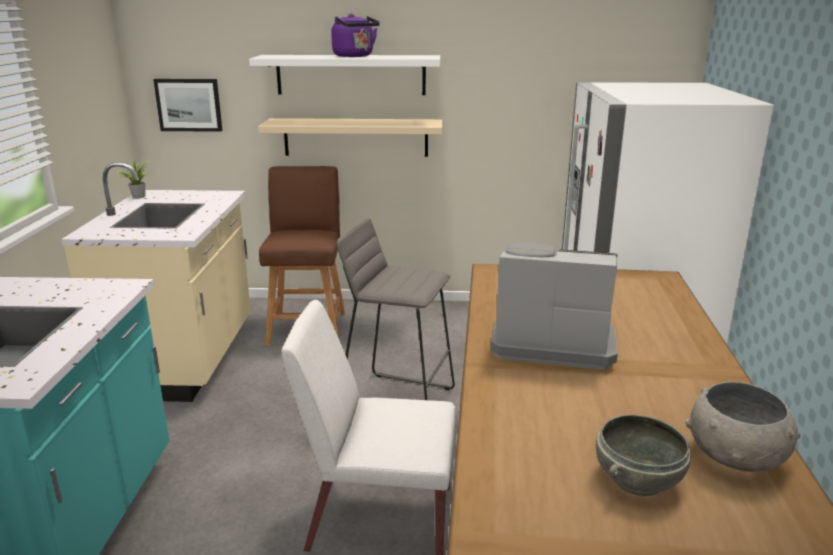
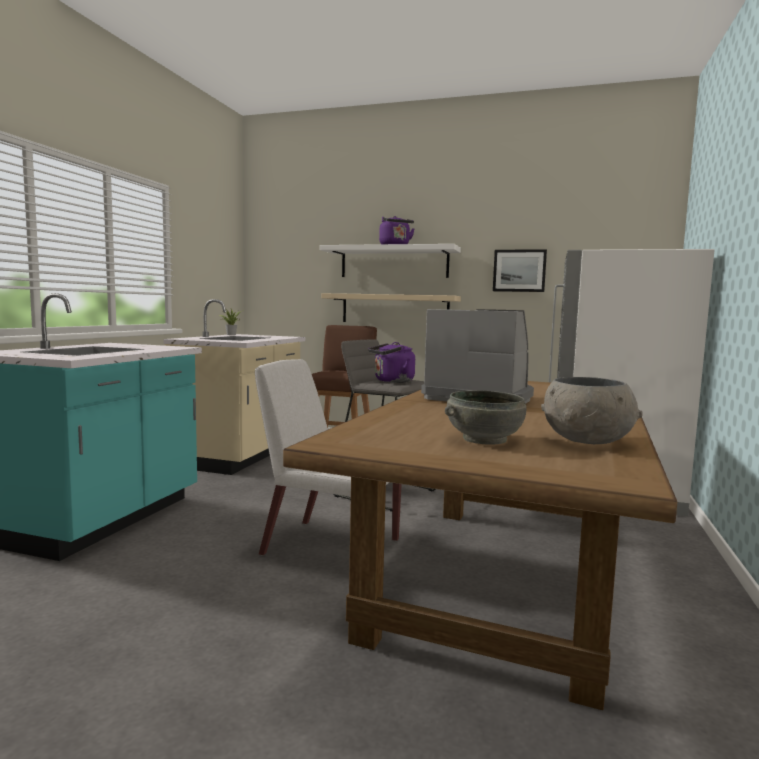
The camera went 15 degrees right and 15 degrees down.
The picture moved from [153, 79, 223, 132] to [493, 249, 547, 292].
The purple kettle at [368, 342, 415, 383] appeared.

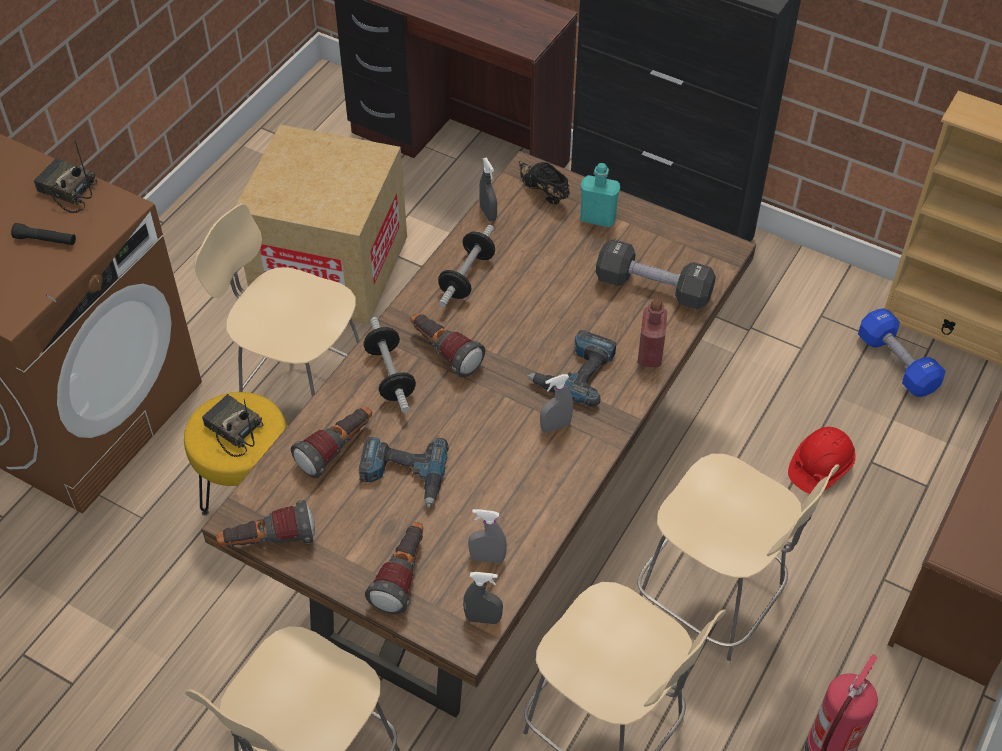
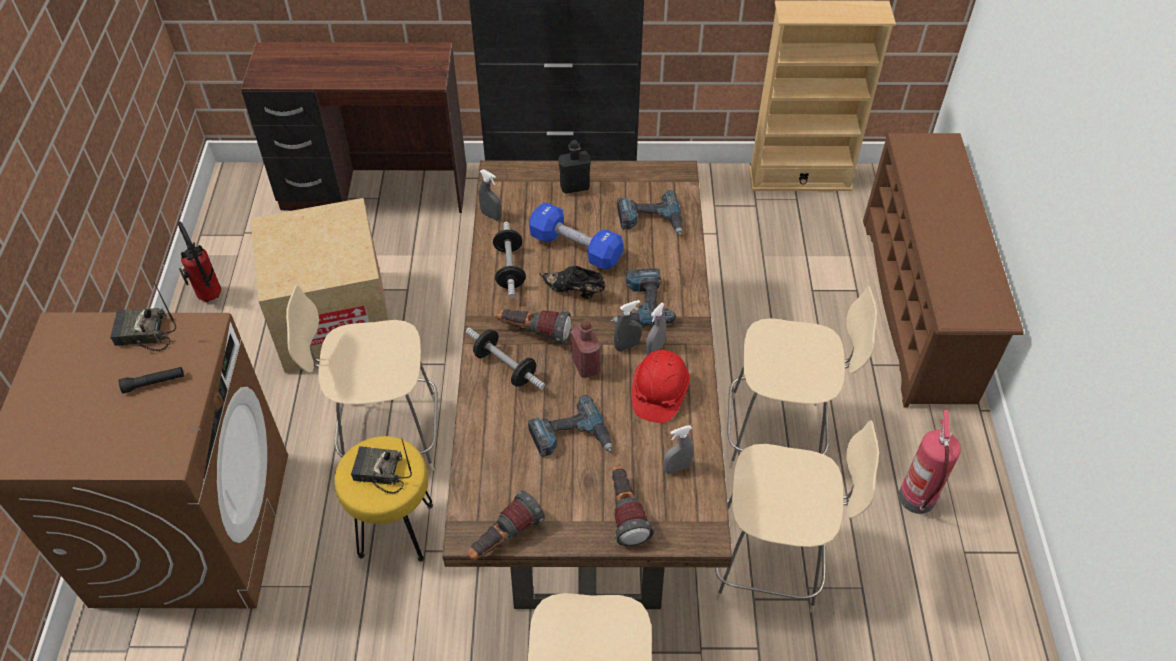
The camera went 30 degrees left and 0 degrees up.
The flashlight at [291, 406, 372, 478] disappeared.
The grey spray bottle moved from [463, 572, 503, 624] to [614, 300, 642, 351].
The black shoe moved from [519, 160, 570, 204] to [539, 266, 605, 299].
The turquoise bottle at [580, 163, 620, 227] became the black bottle at [558, 140, 591, 194].
The black dumbbell at [596, 239, 716, 309] was replaced by the power drill at [617, 190, 683, 235].
The red bottle moved from [638, 299, 668, 368] to [571, 319, 601, 378].
The red hard hat moved from [788, 427, 856, 494] to [632, 350, 690, 423].
The blue dumbbell moved from [858, 308, 945, 397] to [529, 203, 623, 269].
The fire extinguisher at [178, 221, 221, 302] appeared.

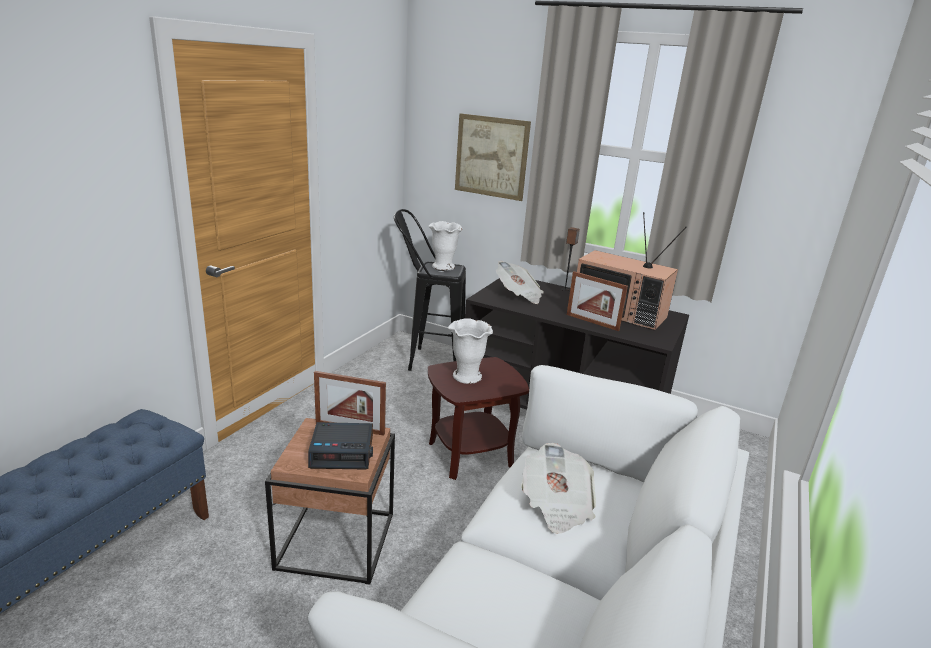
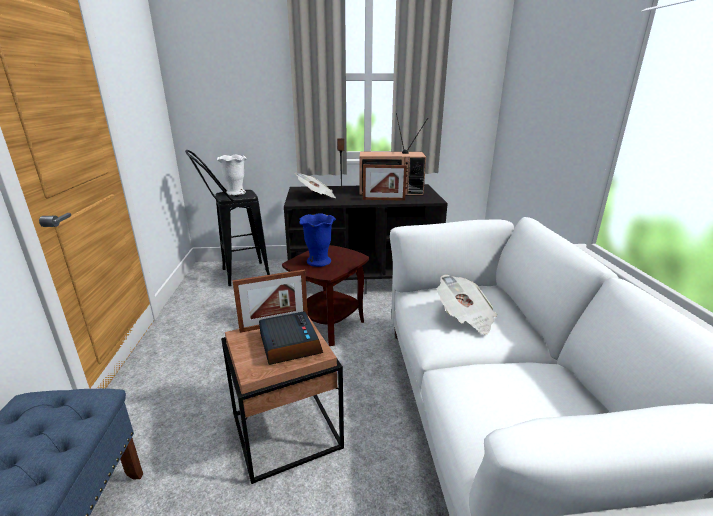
The camera went 30 degrees left and 0 degrees up.
The alarm clock at [308, 422, 373, 470] turned 75 degrees counterclockwise.
The white vase at [448, 318, 493, 384] became the blue vase at [299, 213, 336, 267].
The picture at [455, 113, 531, 201] disappeared.

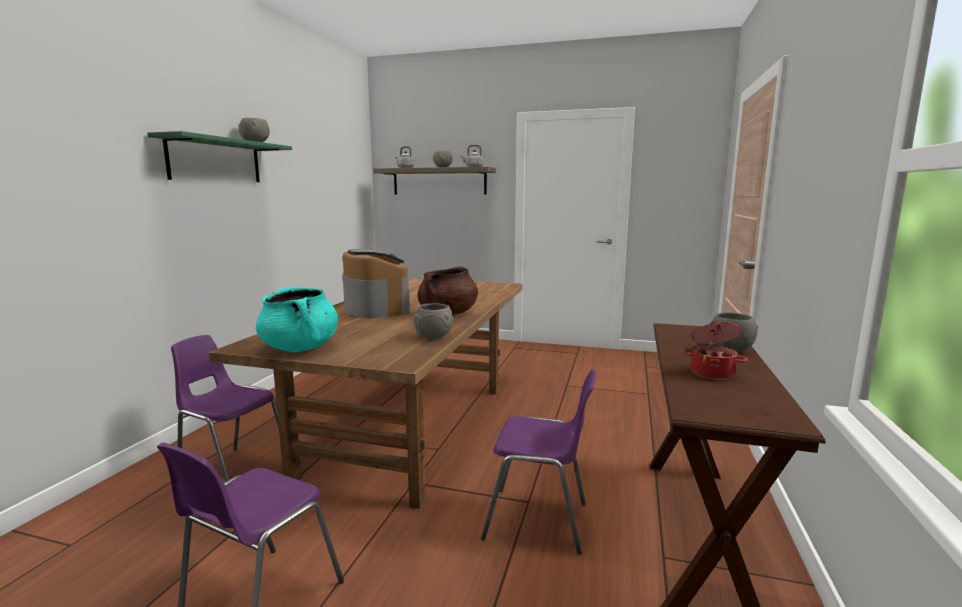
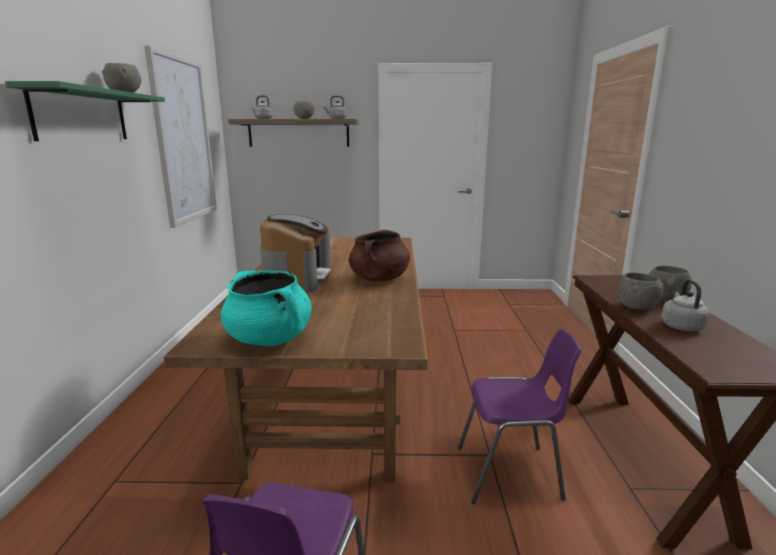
The camera went 15 degrees left and 5 degrees up.
The purple chair at [171, 335, 279, 482] disappeared.
The coffee machine at [343, 249, 410, 318] turned 45 degrees clockwise.
The grey bowl moved from [414, 303, 453, 339] to [617, 272, 664, 310].
The cooking pot at [682, 322, 748, 380] was replaced by the grey kettle at [661, 280, 709, 331].
The picture at [144, 45, 217, 228] appeared.

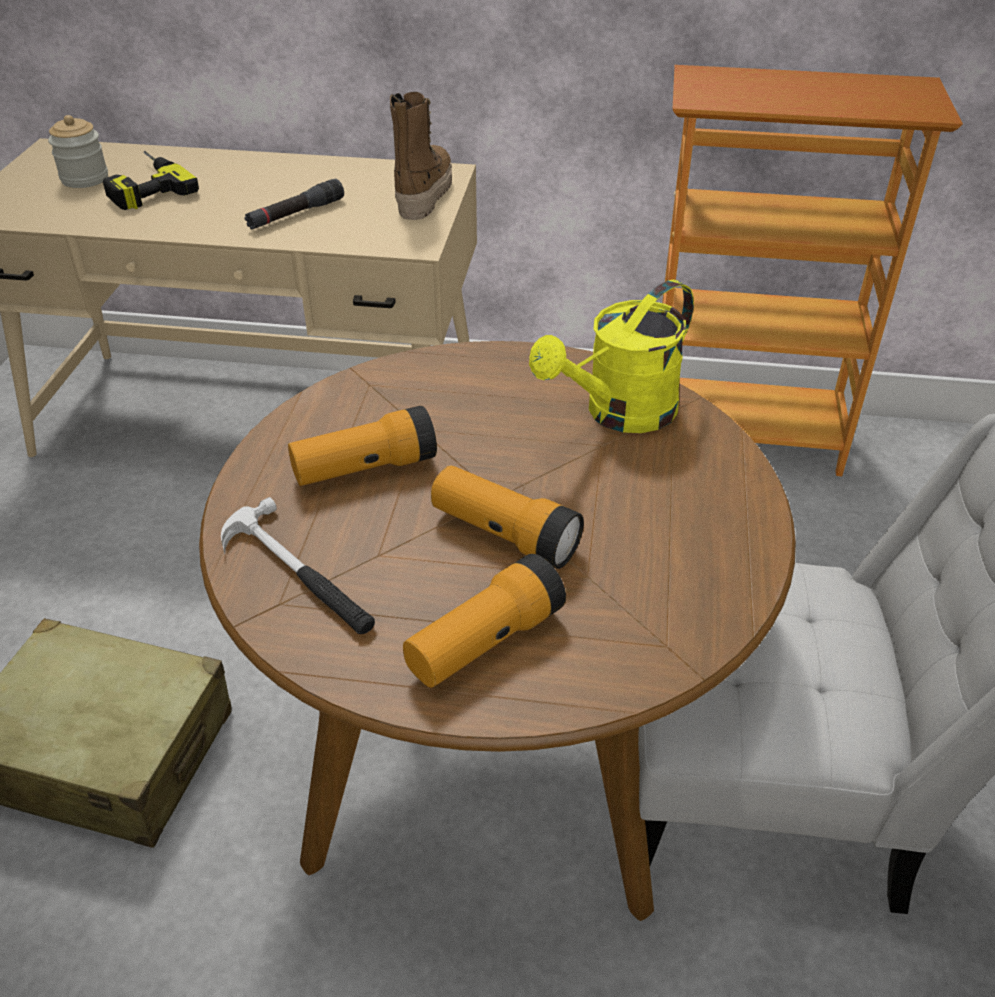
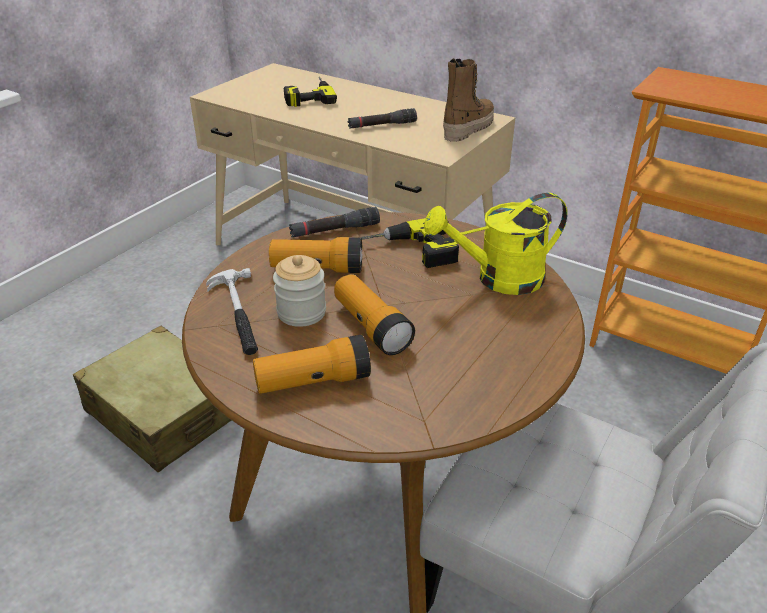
The camera went 25 degrees right and 5 degrees down.
The jar moved from [48, 115, 108, 188] to [273, 255, 326, 327].
The black flashlight at [289, 207, 380, 237] appeared.
The power drill at [358, 218, 459, 268] appeared.

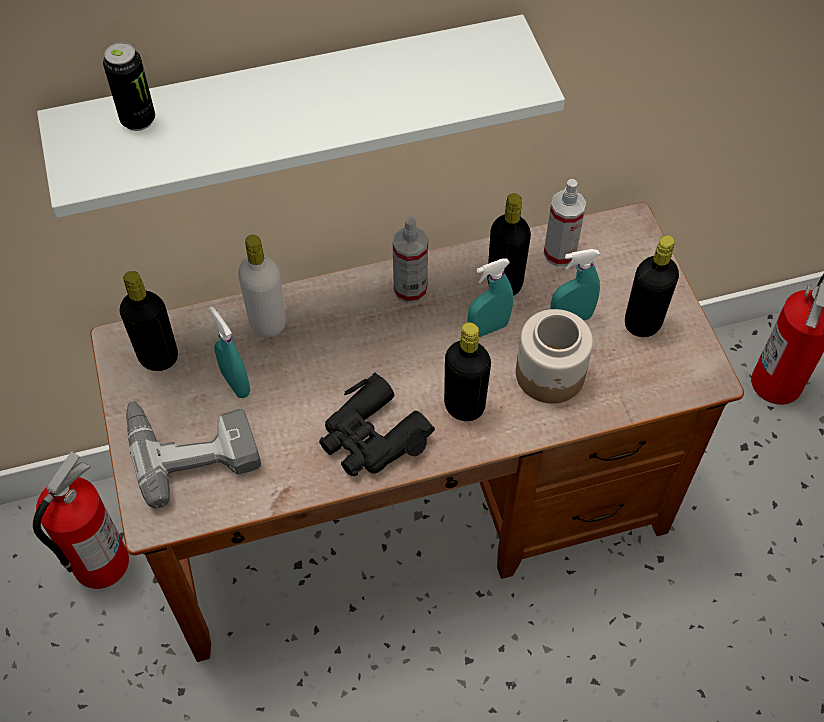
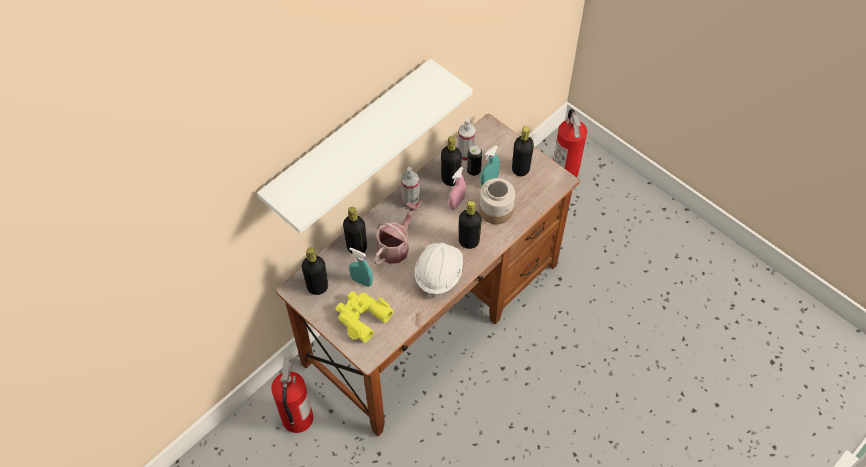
The camera went 30 degrees left and 0 degrees up.
The can moved from [103, 42, 155, 131] to [467, 146, 482, 176].
The power drill at [126, 400, 261, 508] was replaced by the yellow binoculars at [336, 291, 394, 343].
The white bottle at [238, 235, 286, 337] became the black bottle at [343, 207, 367, 255].
The black binoculars at [319, 372, 435, 476] was replaced by the white hard hat at [415, 243, 463, 298].
The turquoise spray bottle at [467, 258, 513, 337] became the pink spray bottle at [449, 167, 466, 210].
The watering can at [374, 202, 419, 265] appeared.

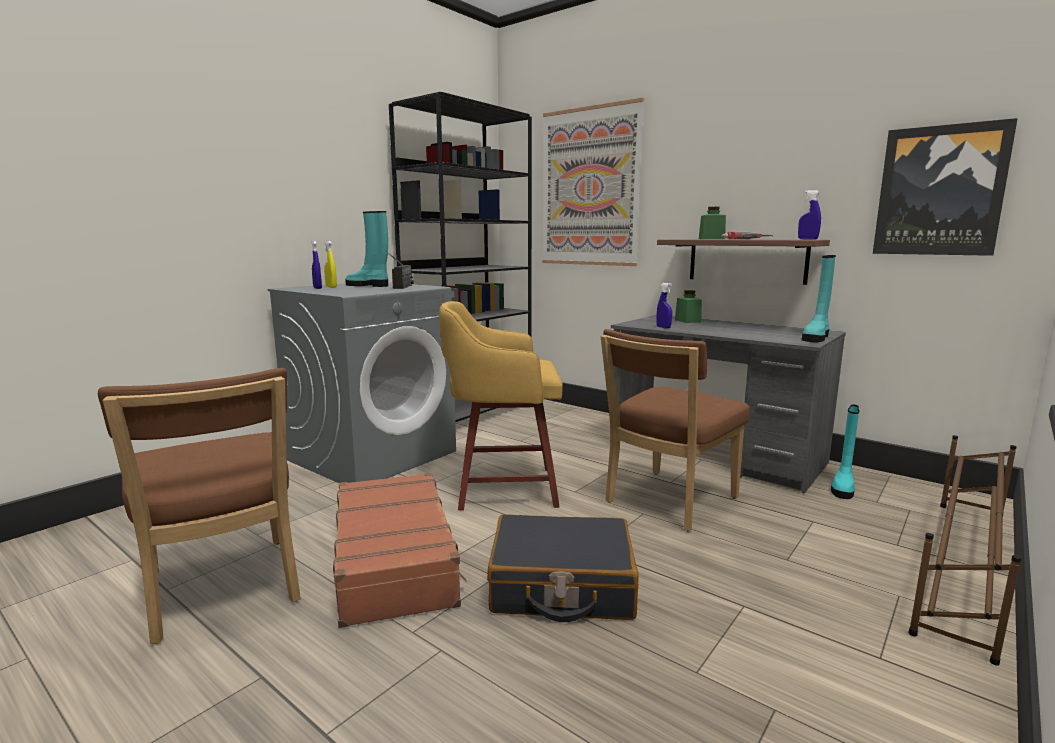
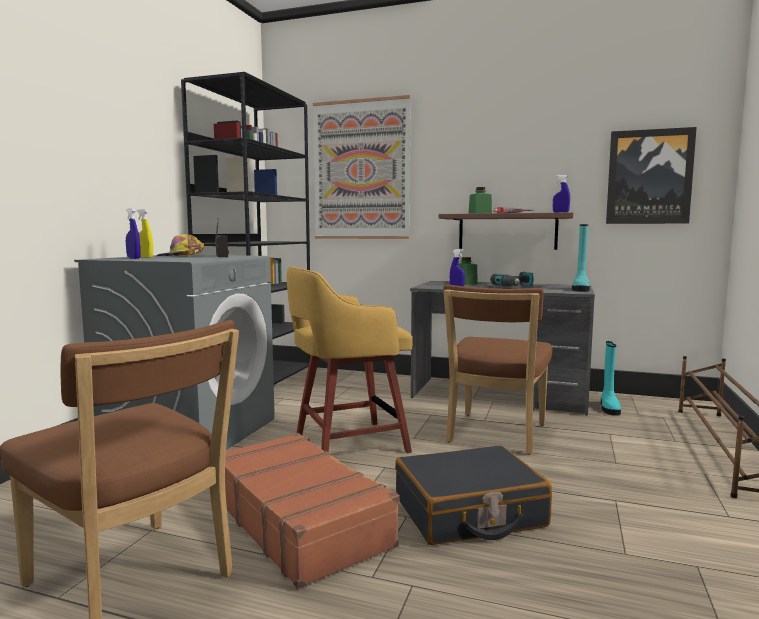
The camera went 20 degrees left and 5 degrees down.
The turquoise boot at [345, 211, 388, 287] was replaced by the cap at [156, 234, 204, 256].
The power drill at [490, 272, 534, 286] appeared.

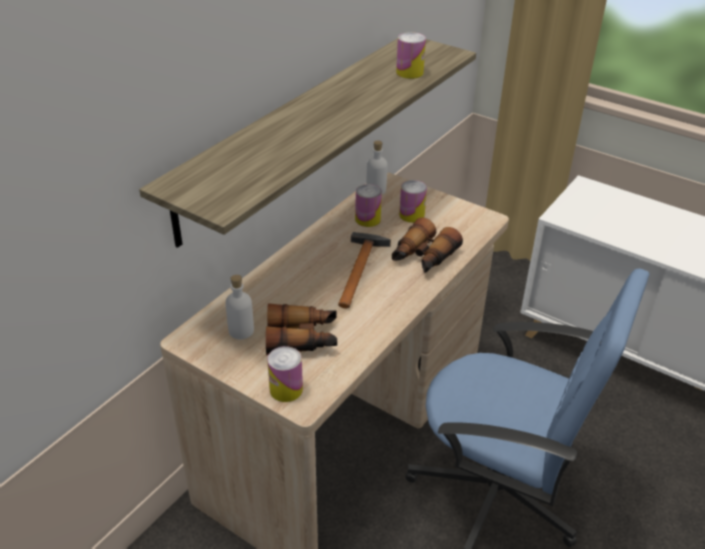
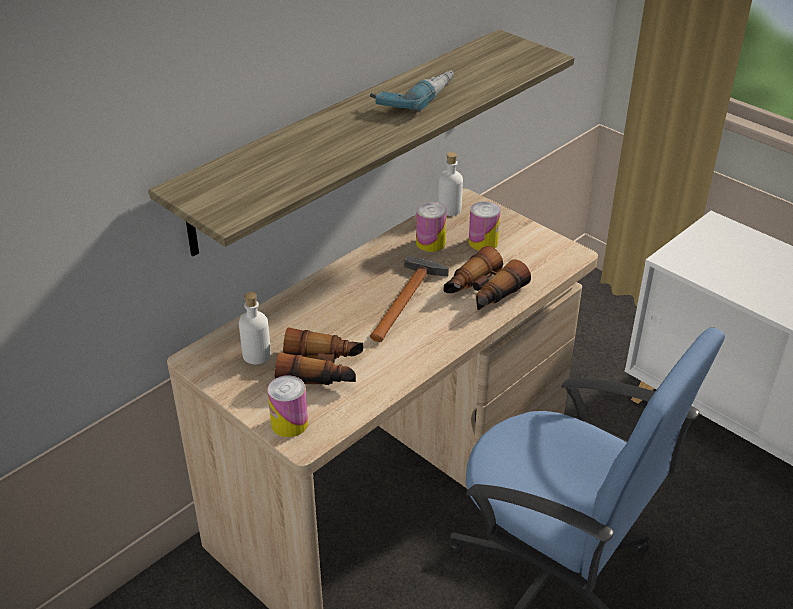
The camera went 10 degrees right and 0 degrees up.
The can at [396, 32, 426, 79] disappeared.
The power drill at [370, 70, 454, 111] appeared.

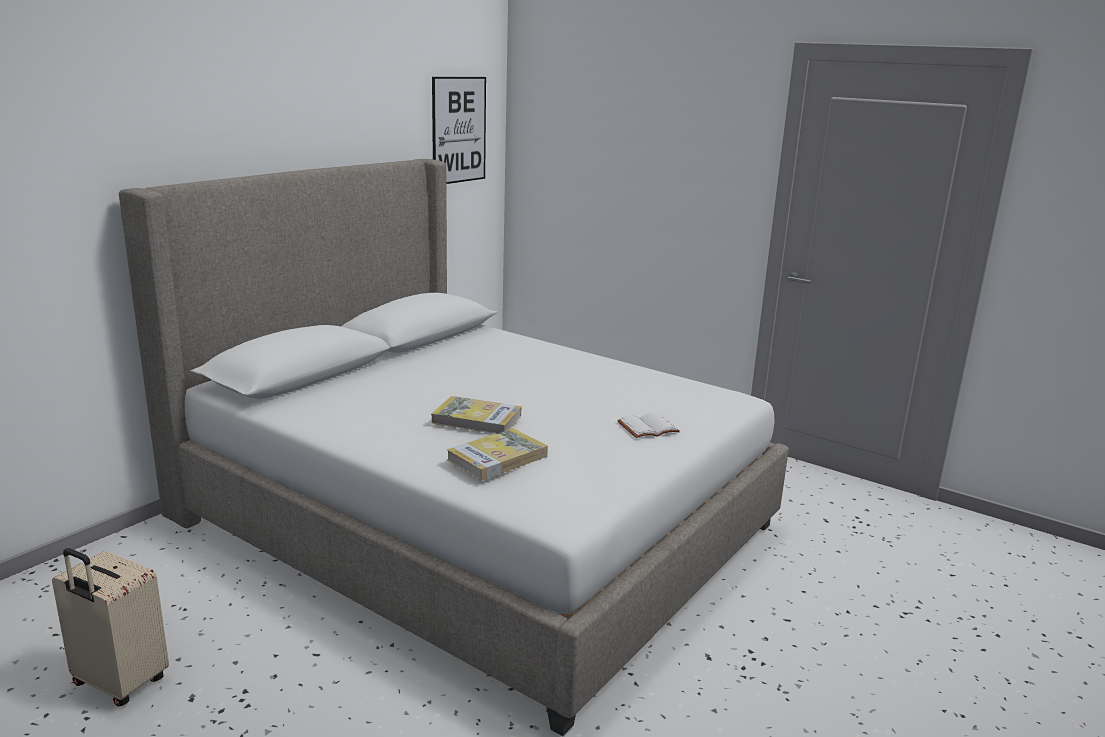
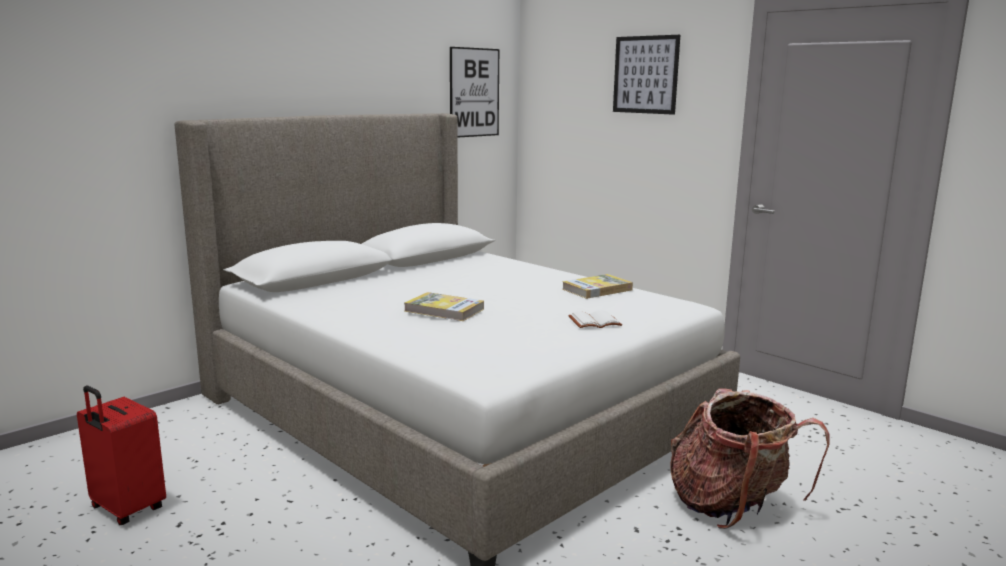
The camera went 10 degrees right and 5 degrees down.
The beige suitcase at [52, 548, 169, 706] became the red suitcase at [77, 386, 166, 525].
The book moved from [447, 428, 548, 481] to [562, 274, 633, 299].
The picture at [613, 35, 680, 115] appeared.
The backpack at [671, 389, 829, 529] appeared.

